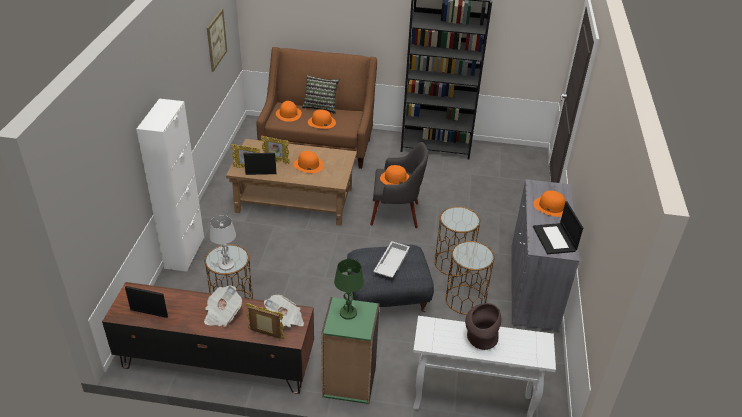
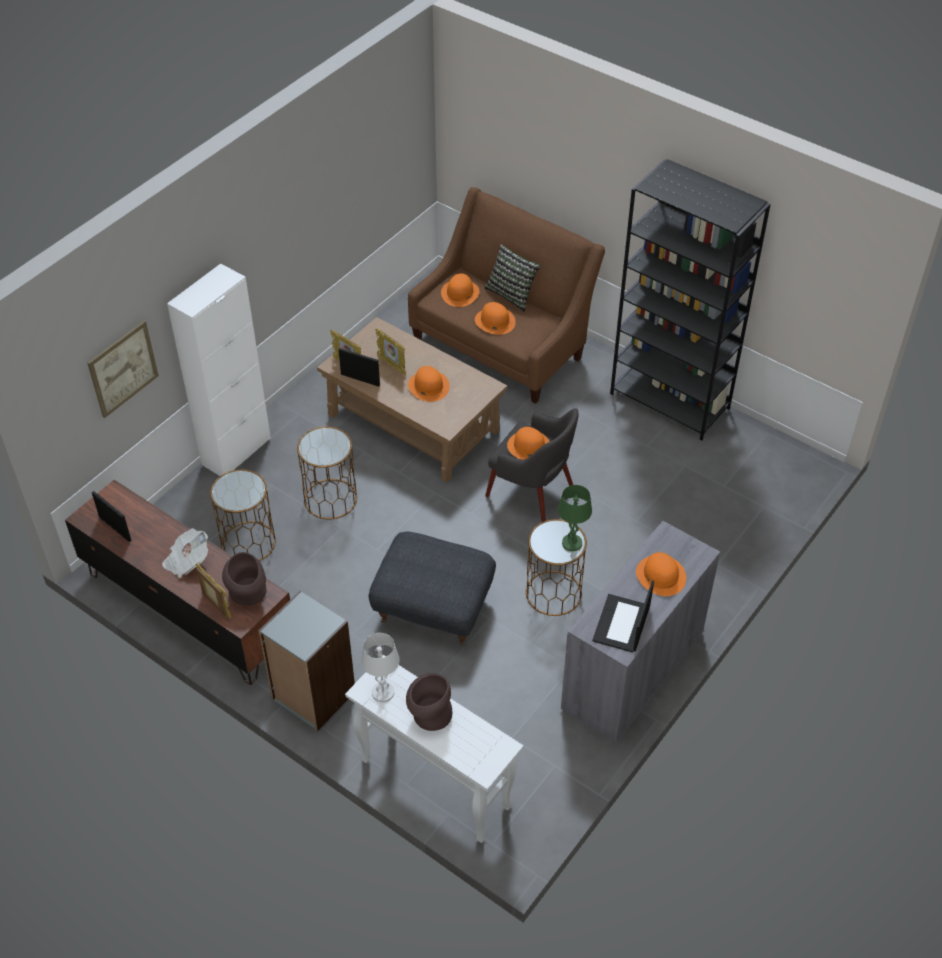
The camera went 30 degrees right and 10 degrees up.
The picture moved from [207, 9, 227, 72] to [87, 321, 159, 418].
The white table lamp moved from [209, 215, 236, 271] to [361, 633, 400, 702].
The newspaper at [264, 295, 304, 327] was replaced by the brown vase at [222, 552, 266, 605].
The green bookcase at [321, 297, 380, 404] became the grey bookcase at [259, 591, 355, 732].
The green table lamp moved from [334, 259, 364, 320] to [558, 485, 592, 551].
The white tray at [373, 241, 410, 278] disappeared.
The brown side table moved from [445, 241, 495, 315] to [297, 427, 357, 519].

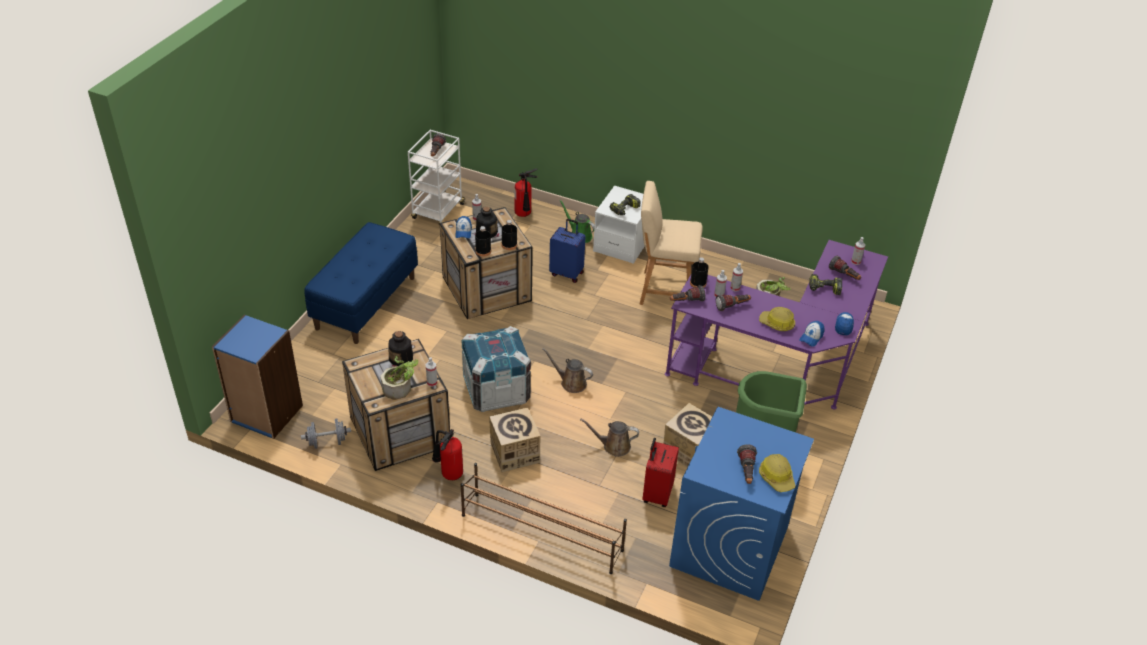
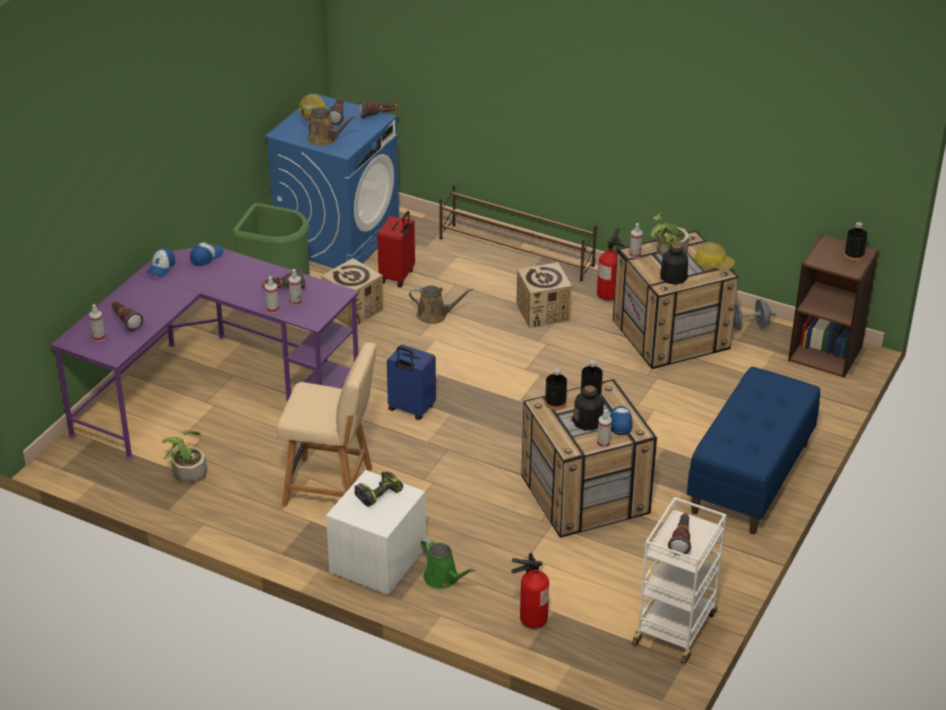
The camera went 175 degrees left and 5 degrees down.
The blue bookcase at [212, 315, 303, 439] became the brown bookcase at [788, 234, 879, 378].
The crate at [462, 326, 531, 412] disappeared.
The brown watering can moved from [542, 348, 593, 393] to [301, 106, 356, 146].
The blue suitcase moved from [549, 219, 586, 283] to [387, 345, 436, 420].
The flashlight moved from [670, 285, 705, 302] to [359, 101, 398, 119].
The black bottle moved from [690, 257, 709, 288] to [844, 222, 867, 261].
The hard hat moved from [759, 307, 795, 331] to [694, 242, 735, 270].
The power drill at [809, 274, 842, 295] disappeared.

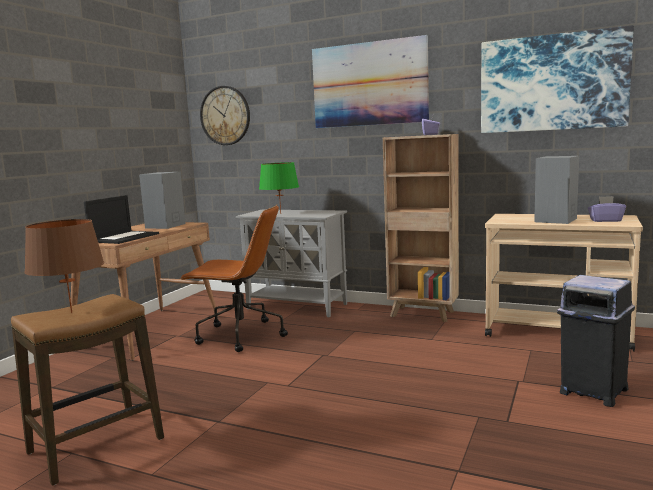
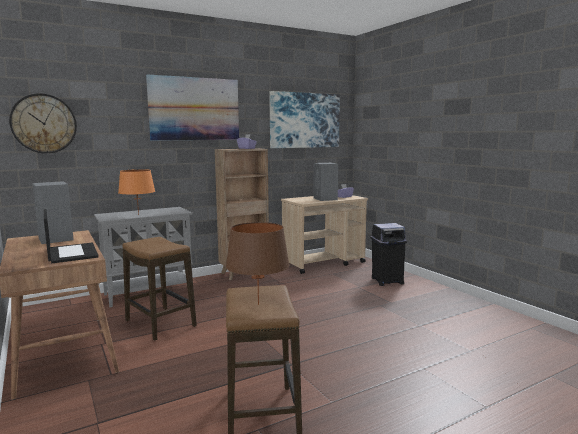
The camera went 55 degrees left and 0 degrees up.
The brown office chair at [180, 205, 288, 352] was replaced by the stool at [122, 237, 197, 341].
The green table lamp at [259, 162, 299, 214] became the orange table lamp at [118, 169, 155, 215].

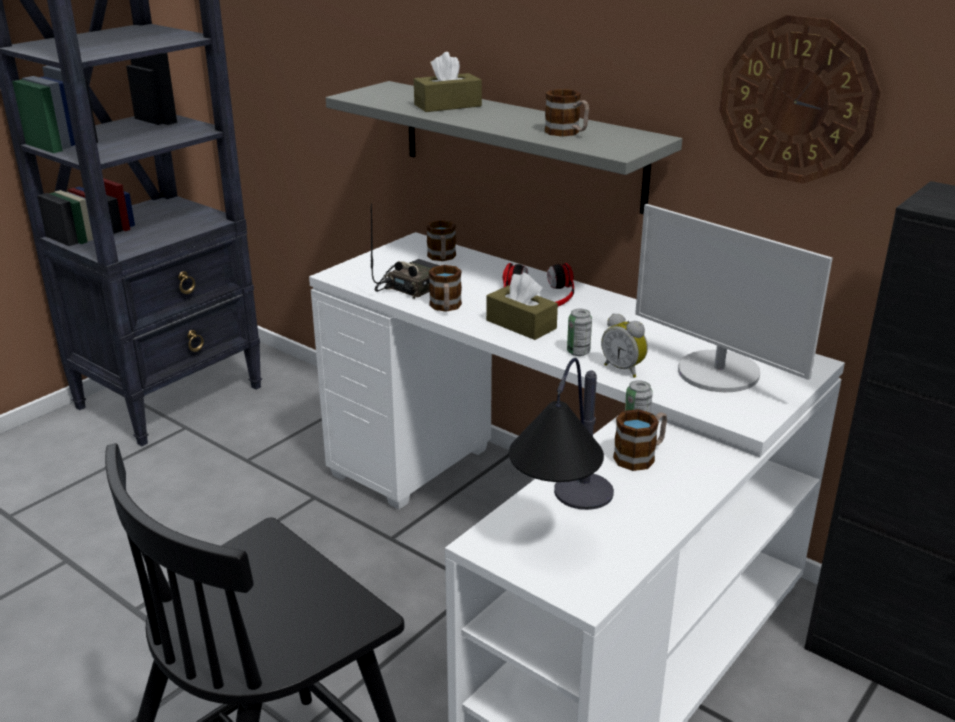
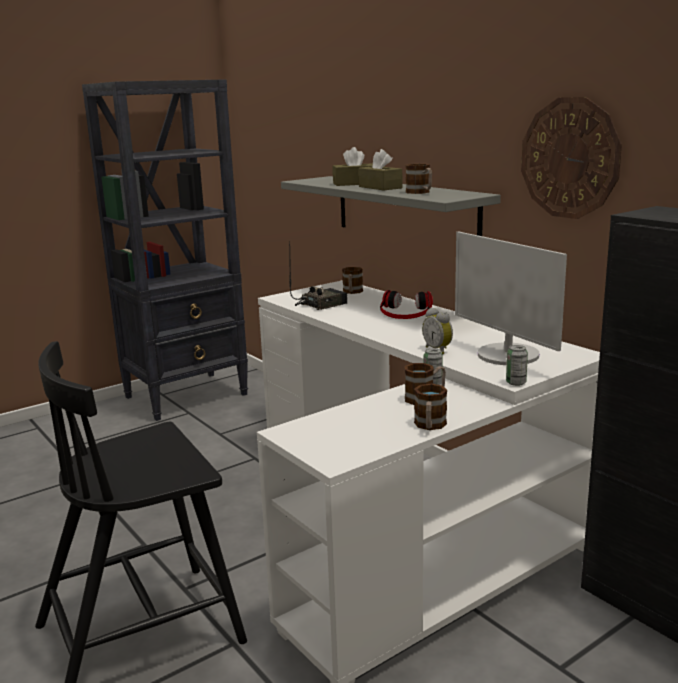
The camera went 15 degrees right and 10 degrees down.
The mug moved from [429, 265, 462, 312] to [414, 384, 447, 430].
The brown tissue box moved from [486, 273, 558, 340] to [358, 149, 402, 190].
The table lamp at [509, 358, 614, 510] disappeared.
The can moved from [567, 309, 592, 356] to [506, 345, 528, 386].

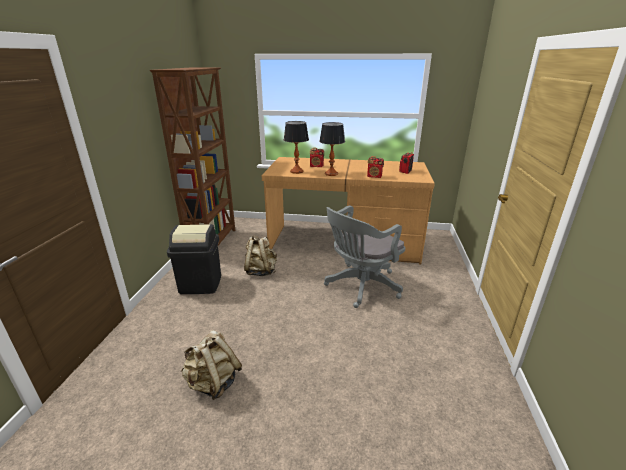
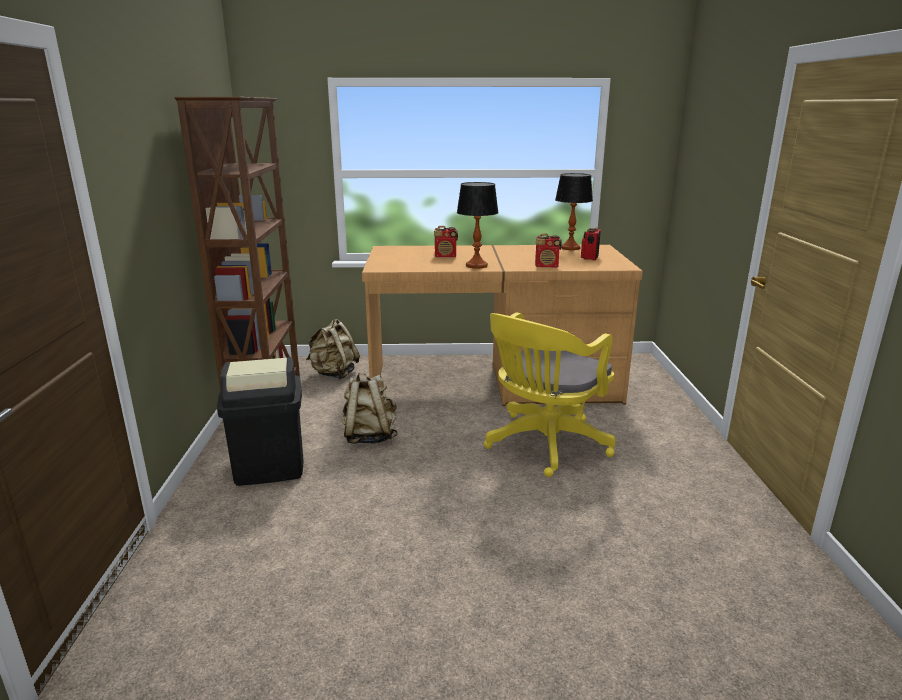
The camera went 10 degrees left and 5 degrees down.
The beige backpack moved from [181, 330, 242, 400] to [306, 319, 360, 379].
The table lamp moved from [284, 121, 309, 174] to [555, 173, 593, 250].
The grey office chair at [324, 205, 405, 308] became the yellow office chair at [484, 312, 616, 477].

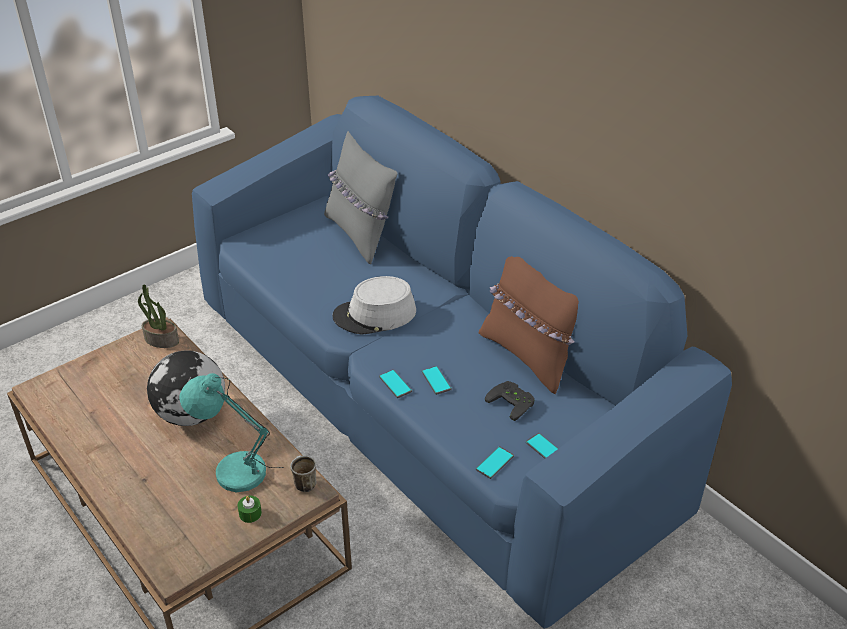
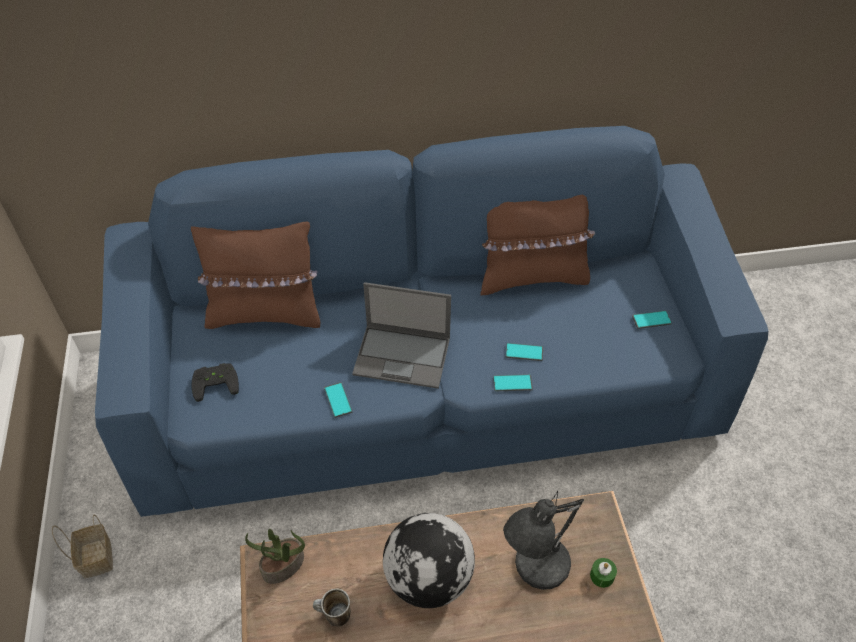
The camera went 60 degrees left and 10 degrees up.
The turquoise table lamp at [179, 373, 284, 493] became the grey table lamp at [503, 491, 584, 590].
The mug moved from [290, 456, 317, 492] to [313, 588, 351, 627].
The grey pillow at [324, 131, 398, 264] became the brown pillow at [191, 222, 320, 329].
The grey hat at [332, 276, 416, 334] was replaced by the laptop at [352, 282, 451, 389].
The phone moved from [476, 446, 514, 479] to [324, 382, 352, 418].
The black game controller moved from [485, 381, 535, 421] to [191, 363, 239, 402].
The basket at [52, 514, 113, 578] appeared.

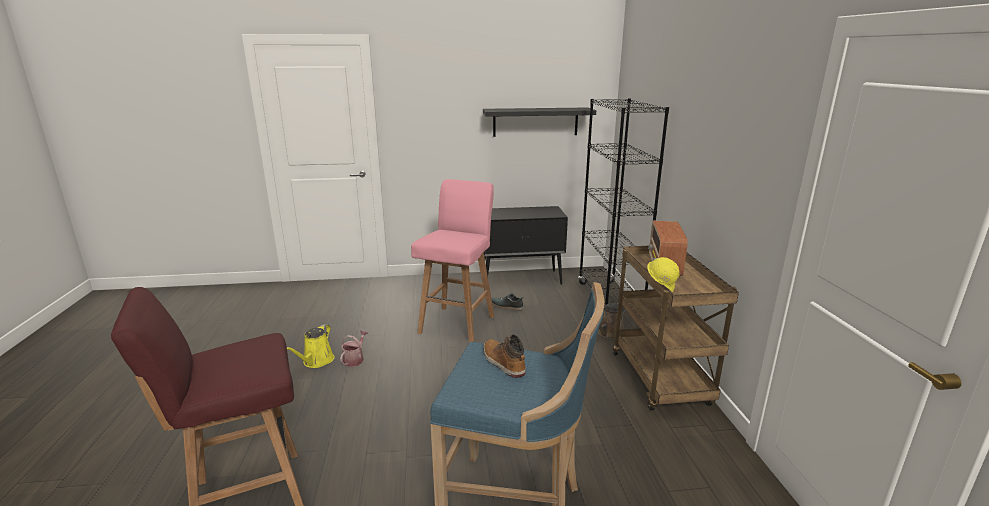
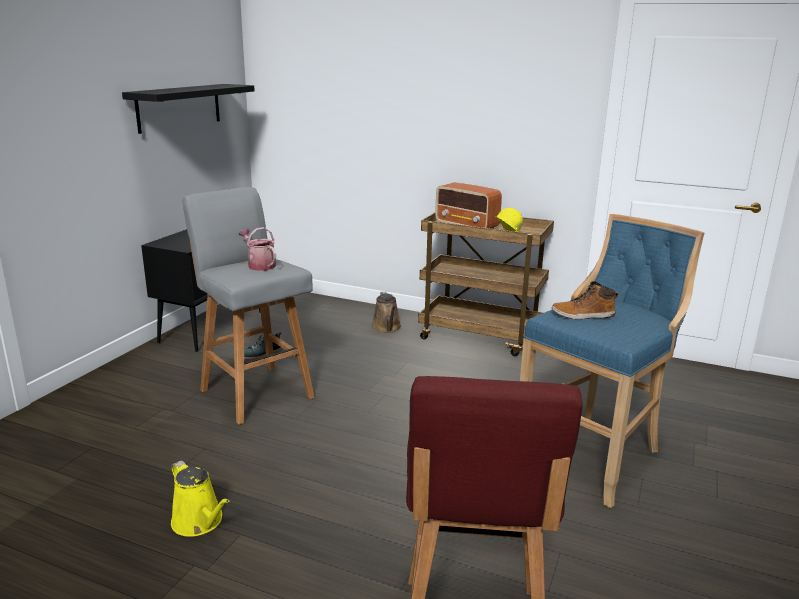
The camera went 60 degrees left and 0 degrees up.
The watering can moved from [340, 330, 368, 367] to [239, 227, 276, 271].
The pink stool at [411, 179, 494, 342] became the grey stool at [182, 187, 315, 425].
The black bookcase at [578, 98, 669, 305] disappeared.

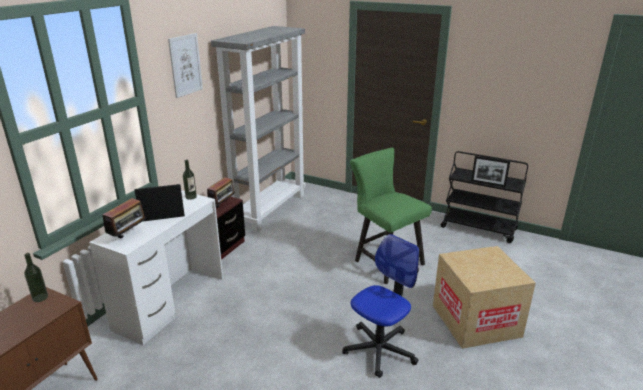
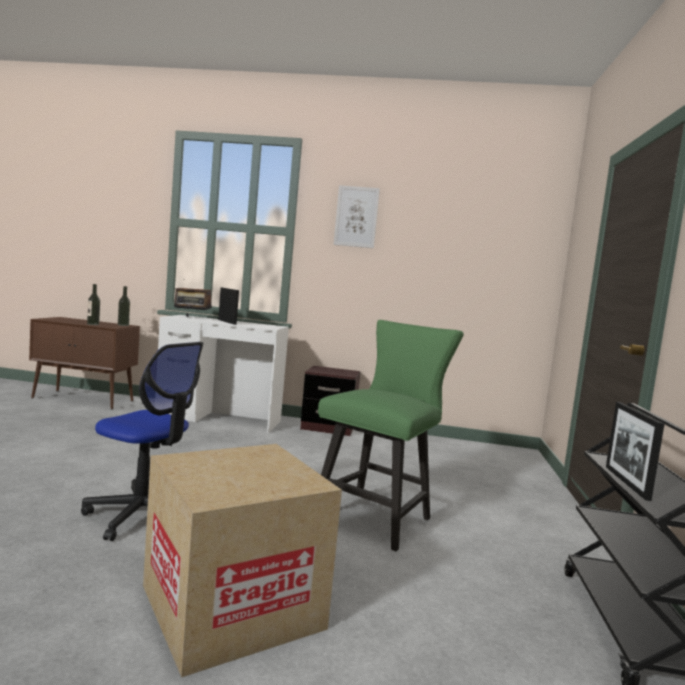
The camera went 70 degrees right and 20 degrees down.
The bottle moved from [183, 160, 197, 200] to [87, 284, 100, 325].
The radio at [207, 177, 235, 208] disappeared.
The grey bookcase at [211, 26, 306, 233] disappeared.

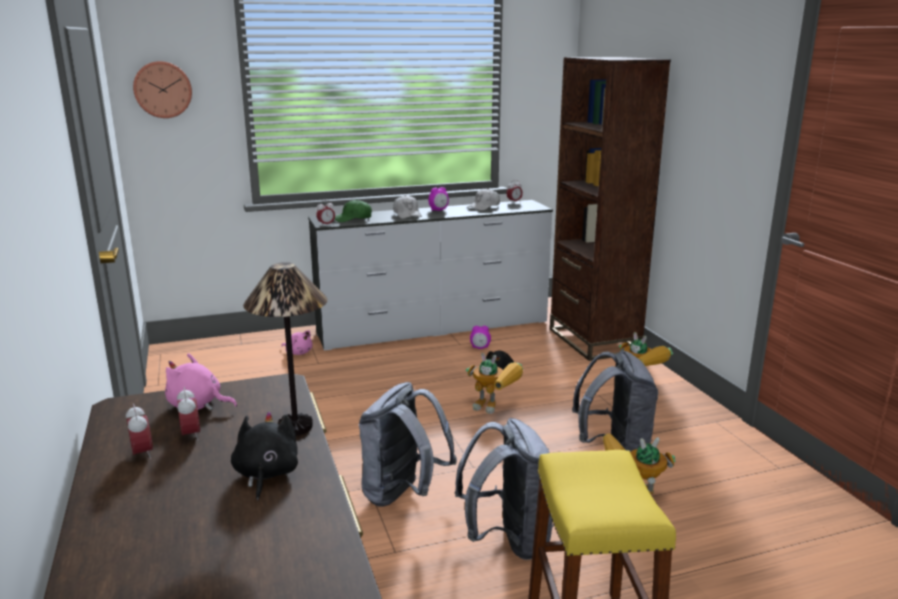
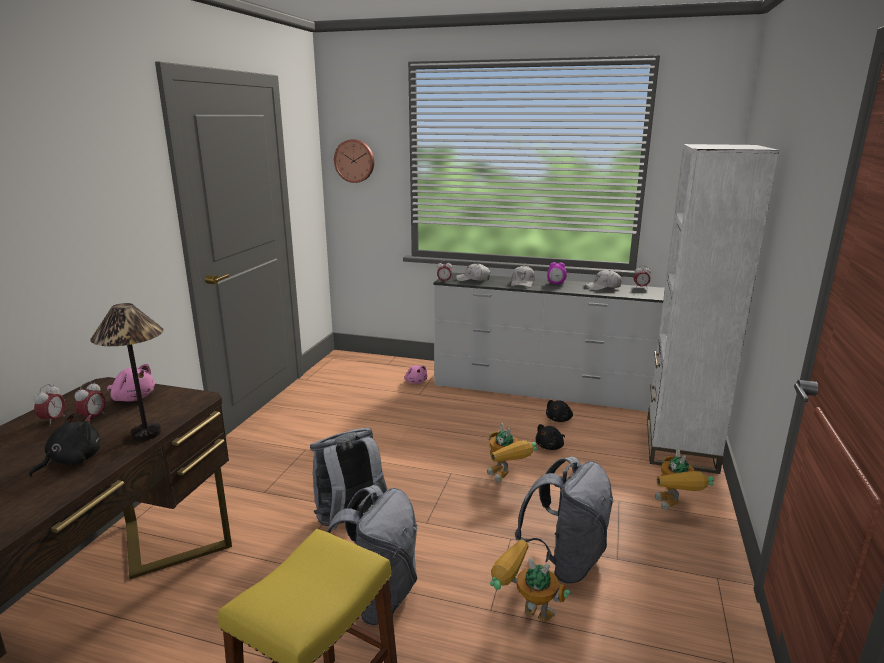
The camera went 35 degrees right and 0 degrees up.
The pink plush toy at [165, 353, 237, 411] turned 150 degrees clockwise.
The green cap at [335, 199, 372, 222] became the white cap at [456, 263, 490, 281].
The alarm clock at [470, 326, 491, 349] was replaced by the black plush toy at [546, 400, 573, 422].
The brown bookcase at [550, 57, 671, 361] became the white bookcase at [647, 144, 779, 474].

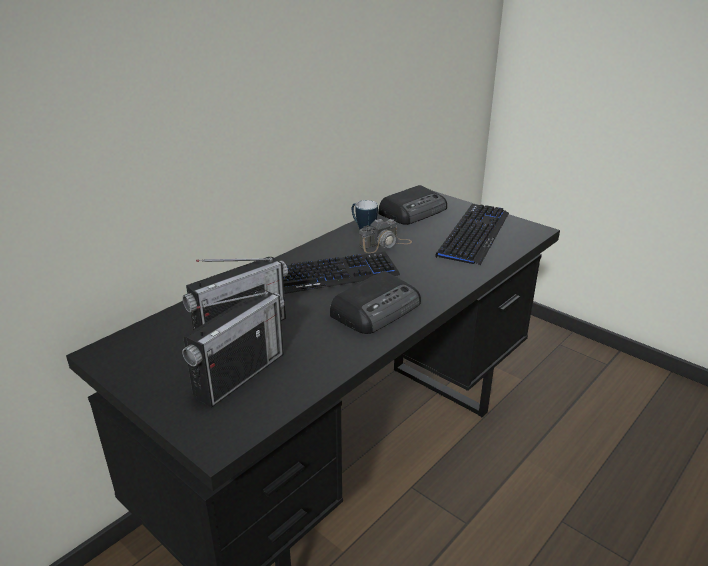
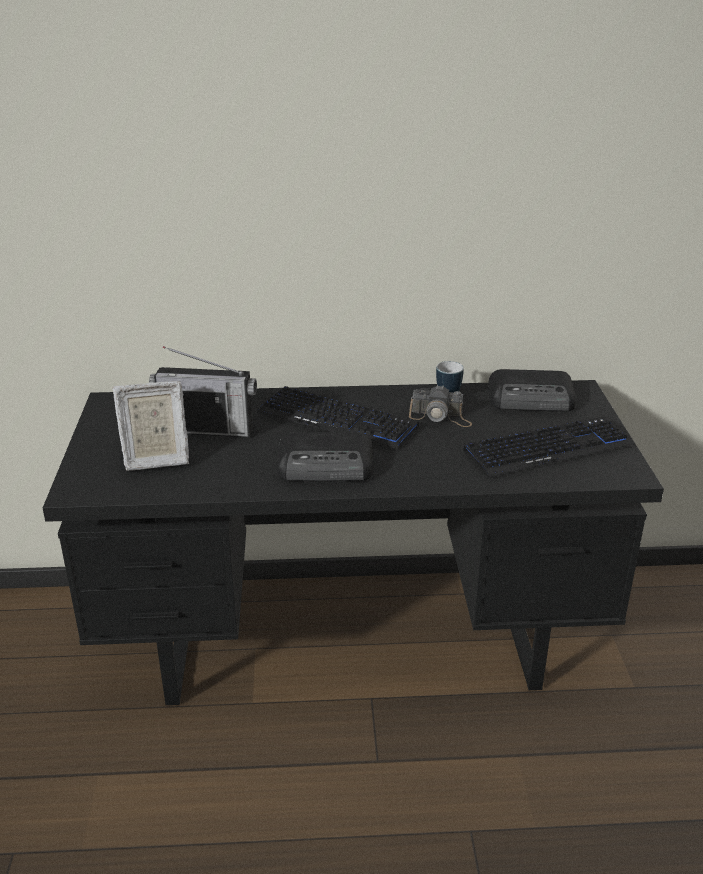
The camera went 45 degrees right and 0 degrees up.
The radio at [182, 290, 285, 408] was replaced by the picture frame at [112, 381, 189, 471].

